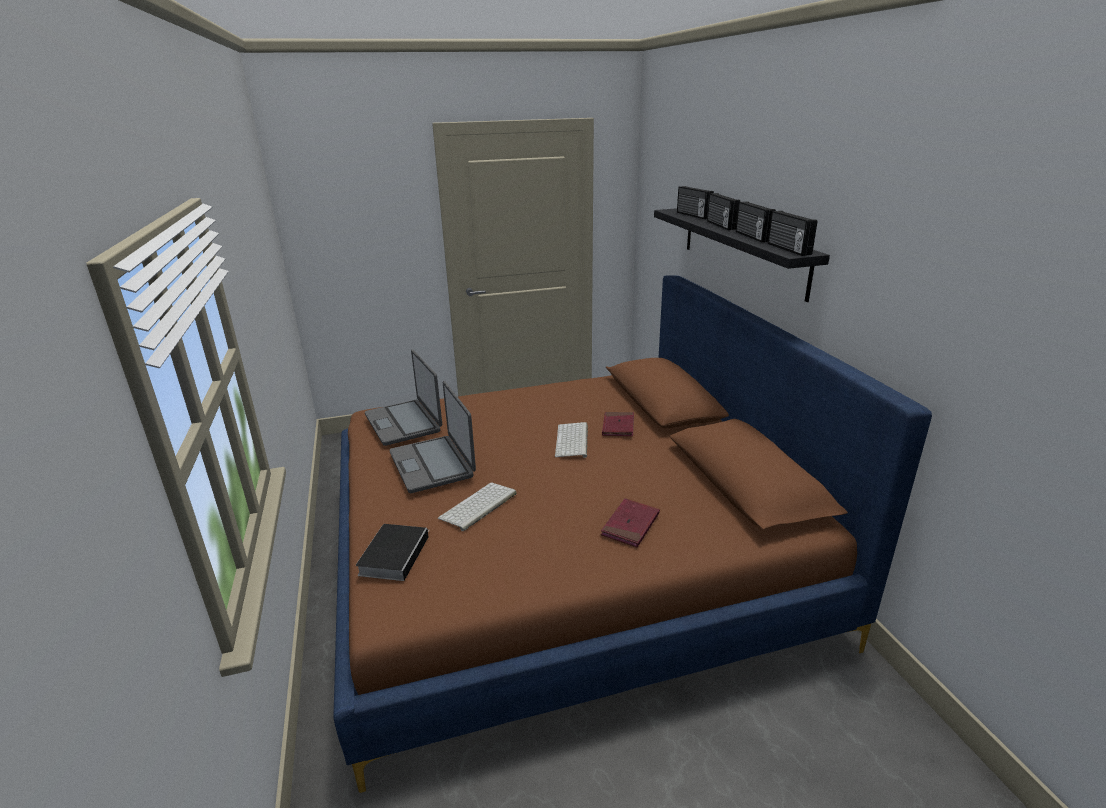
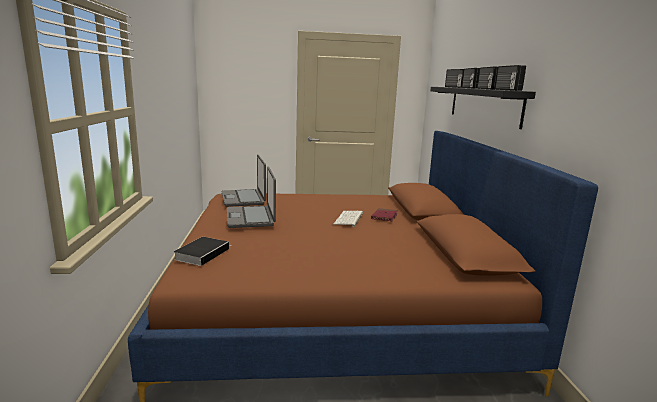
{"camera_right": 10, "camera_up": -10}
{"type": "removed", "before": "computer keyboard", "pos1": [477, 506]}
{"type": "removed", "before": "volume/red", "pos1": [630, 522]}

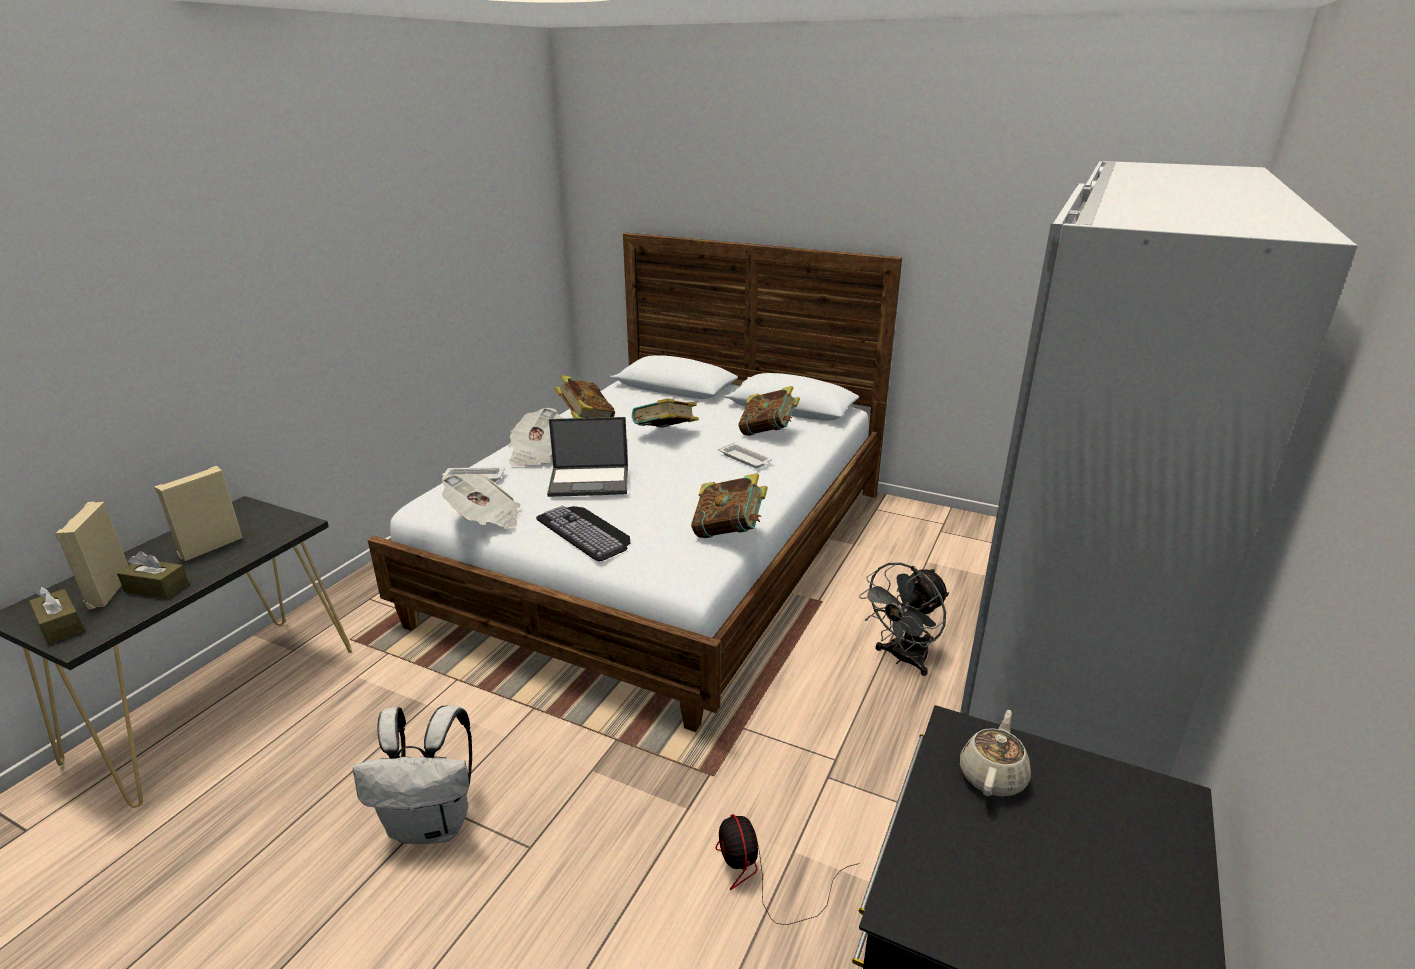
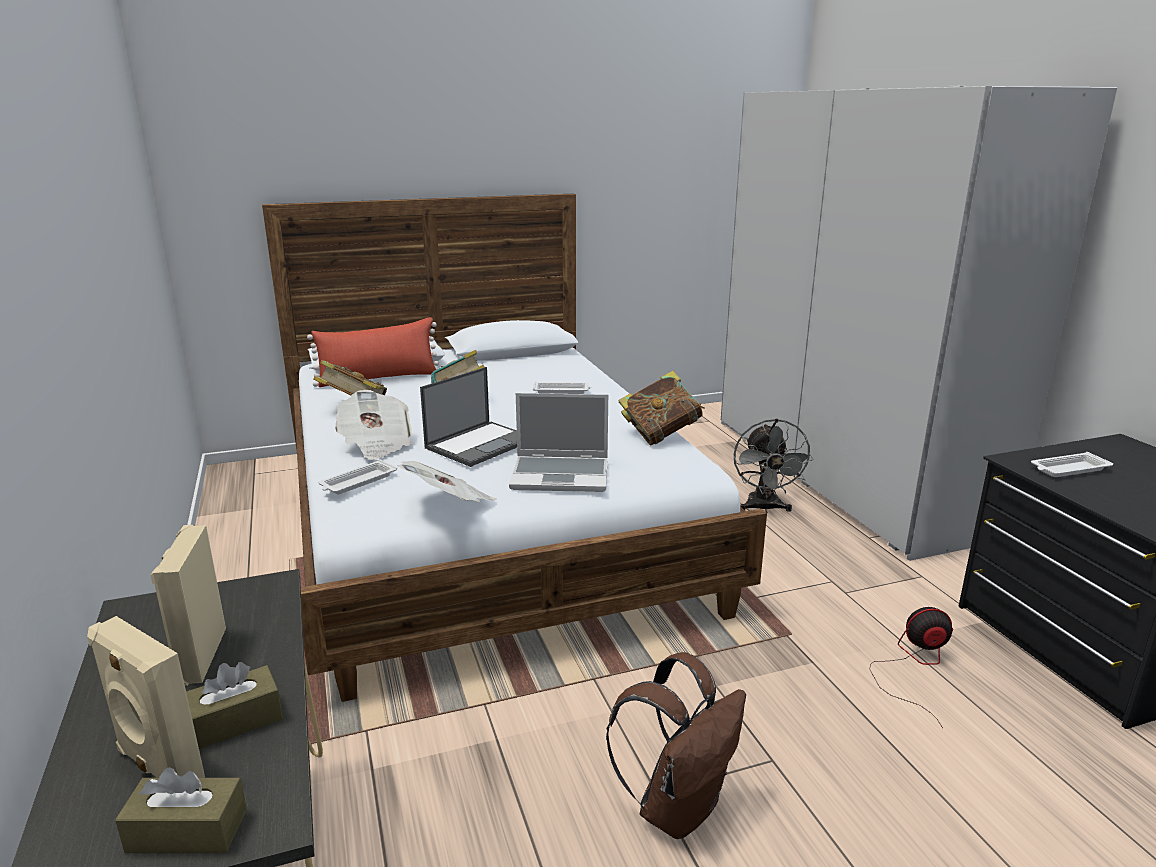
{"camera_right": -45, "camera_up": -5}
{"type": "added", "after": "pillow/red", "pos2": [373, 352]}
{"type": "replaced", "before": "computer keyboard", "after": "laptop", "pos1": [583, 533], "pos2": [558, 442]}
{"type": "recoloured", "before": "backpack/whitish", "after": "backpack/brown-coloured", "pos1": [412, 774], "pos2": [676, 745]}
{"type": "turned", "before": "electric fan", "pos1": [787, 869], "pos2": [911, 667], "turn": 150}
{"type": "replaced", "before": "tea pot/sand-coloured", "after": "carrying tray/whitish", "pos1": [995, 753], "pos2": [1072, 464]}
{"type": "removed", "before": "volume", "pos1": [769, 411]}

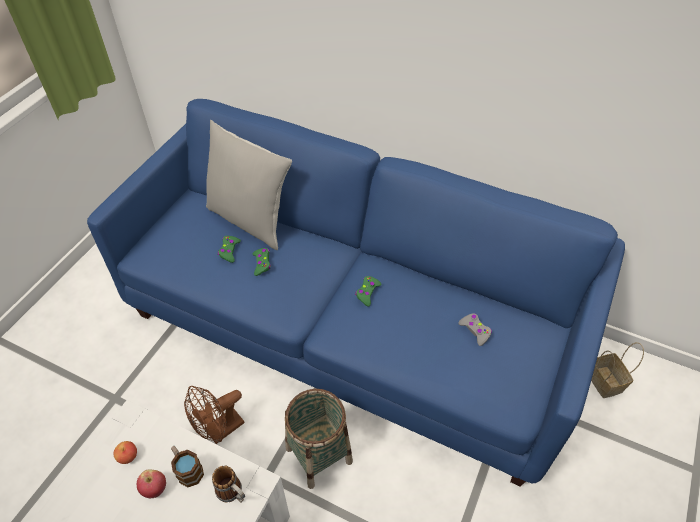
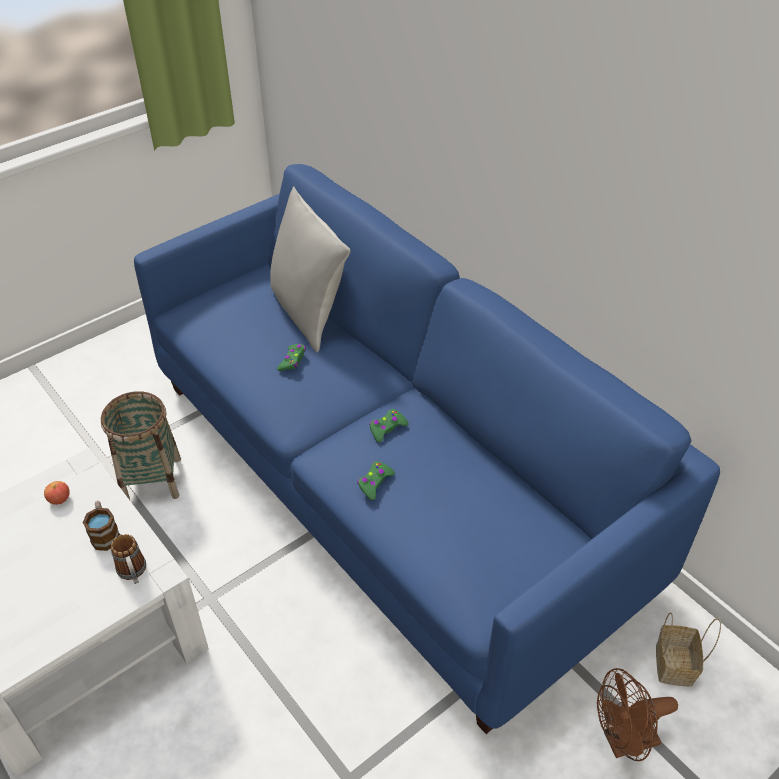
{"camera_right": 25, "camera_up": -5}
{"type": "moved", "before": "household basket", "pos1": [319, 439], "pos2": [141, 445]}
{"type": "moved", "before": "joypad/green-coloured", "pos1": [229, 249], "pos2": [376, 480]}
{"type": "moved", "before": "electric fan/brown-coloured", "pos1": [214, 415], "pos2": [637, 714]}
{"type": "removed", "before": "apple", "pos1": [151, 483]}
{"type": "removed", "before": "joypad/grey", "pos1": [475, 329]}

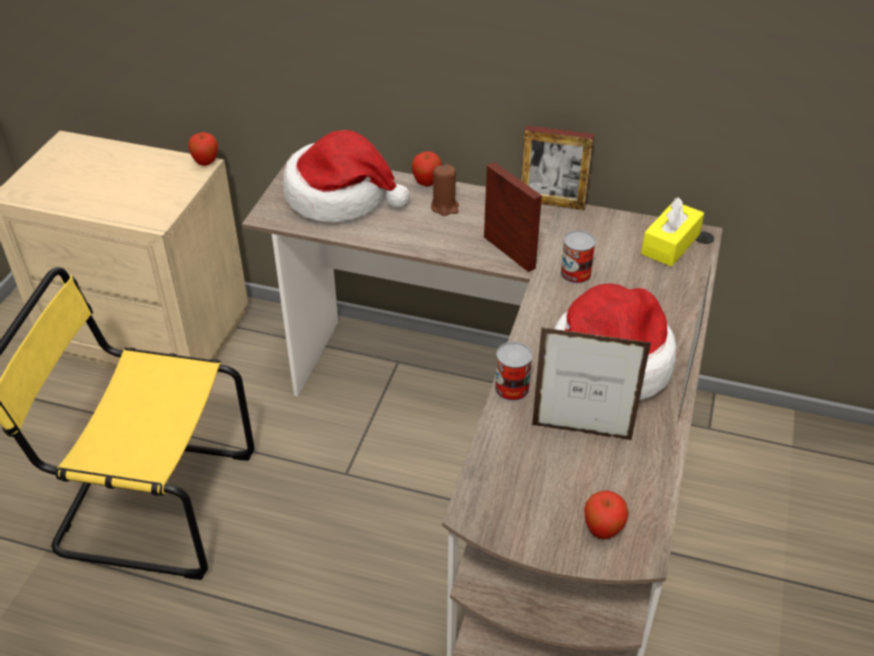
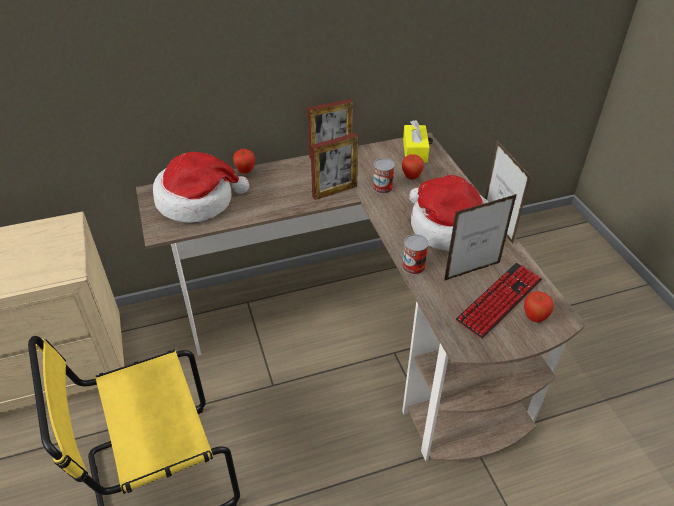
{"camera_right": -35, "camera_up": 0}
{"type": "turned", "before": "standing frame", "pos1": [513, 217], "pos2": [334, 166], "turn": 135}
{"type": "moved", "before": "apple", "pos1": [203, 149], "pos2": [413, 167]}
{"type": "added", "after": "computer keyboard", "pos2": [499, 301]}
{"type": "removed", "before": "wax candle/brown-coloured", "pos1": [445, 190]}

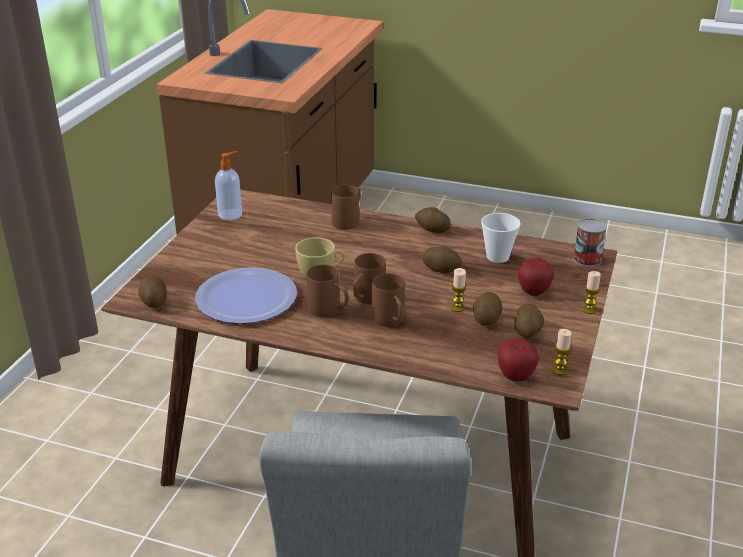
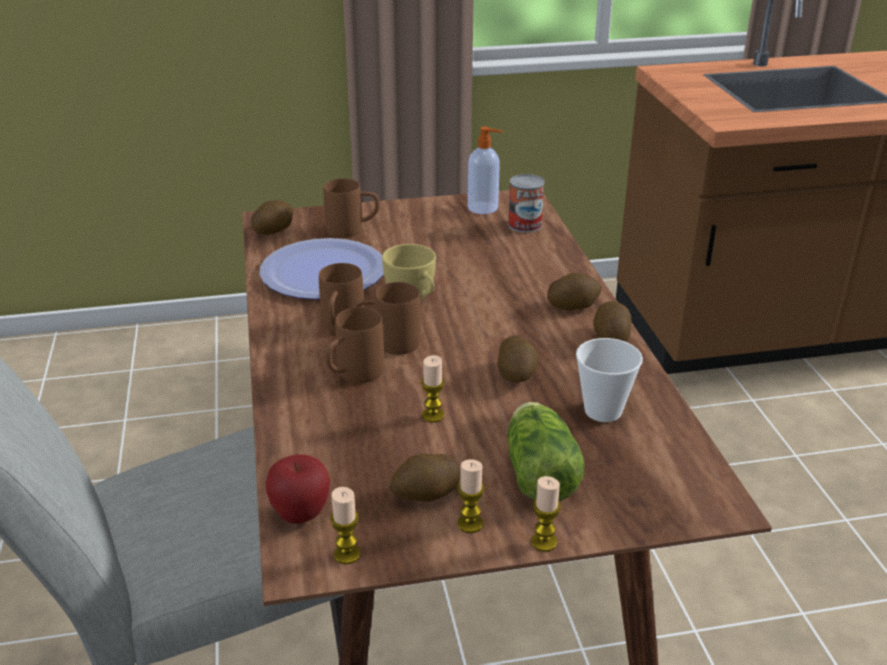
{"camera_right": 60, "camera_up": 0}
{"type": "moved", "before": "tea mug/brown-coloured", "pos1": [346, 207], "pos2": [351, 208]}
{"type": "added", "after": "wax candle", "pos2": [471, 496]}
{"type": "moved", "before": "can", "pos1": [590, 242], "pos2": [526, 203]}
{"type": "replaced", "before": "apple", "after": "lettuce head", "pos1": [536, 276], "pos2": [546, 452]}
{"type": "moved", "before": "whole potato", "pos1": [487, 309], "pos2": [574, 291]}

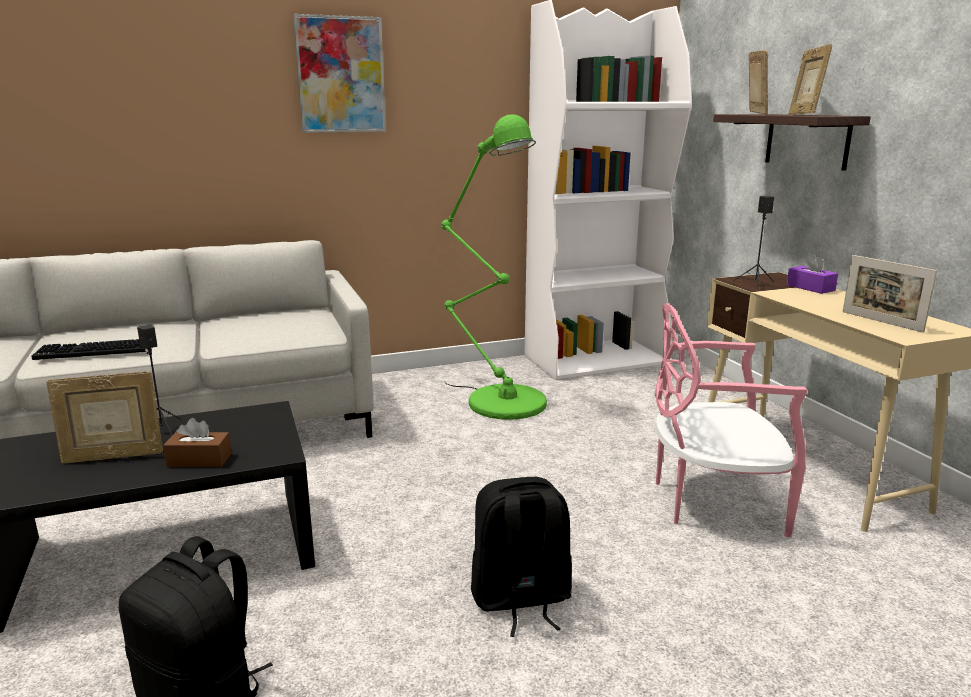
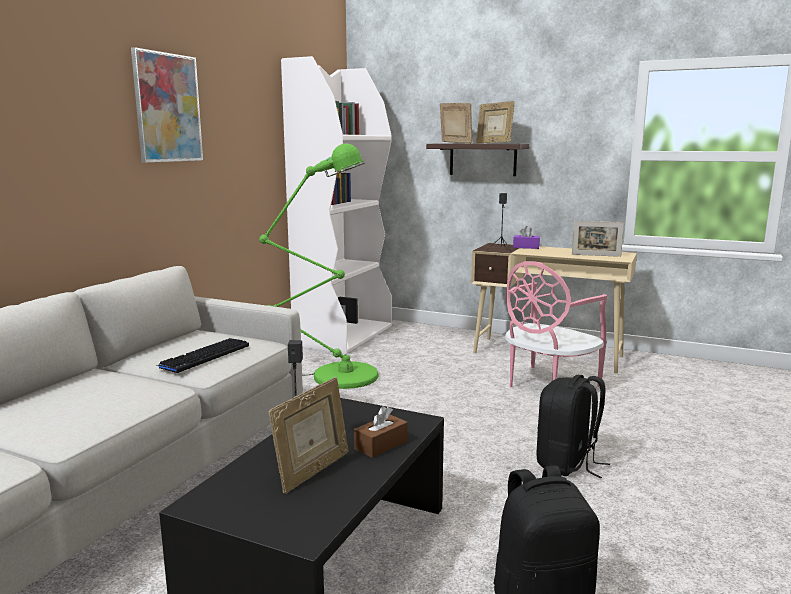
{"camera_right": -45, "camera_up": -5}
{"type": "moved", "before": "computer keyboard", "pos1": [88, 349], "pos2": [202, 355]}

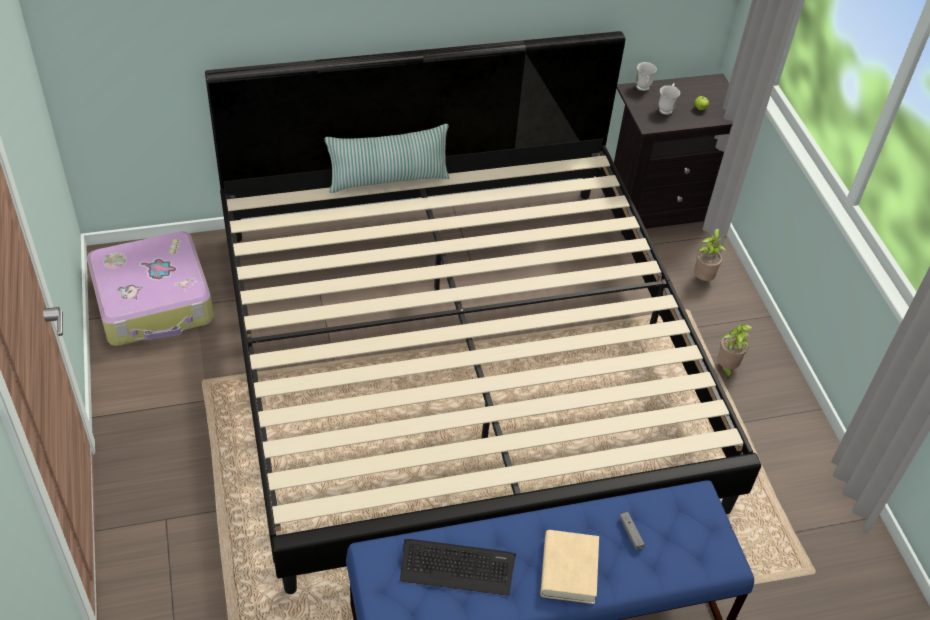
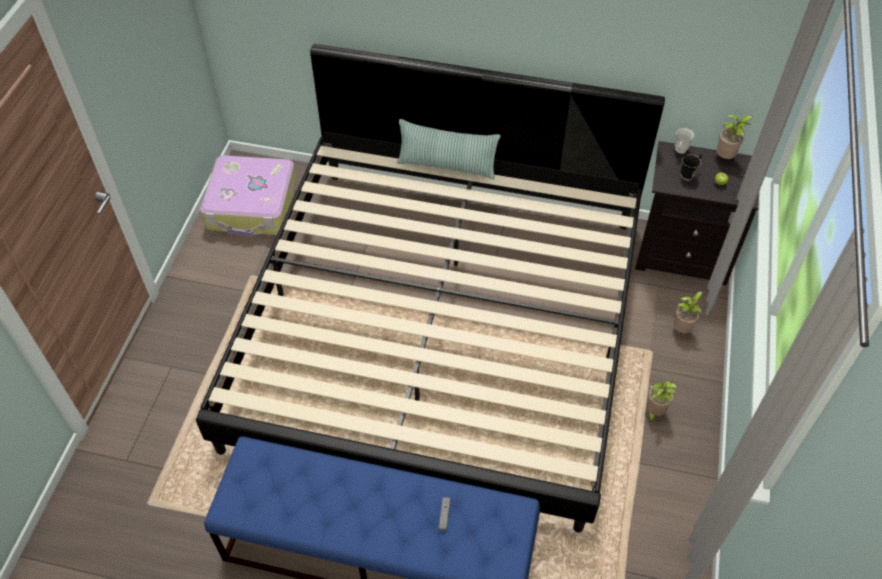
{"camera_right": 30, "camera_up": 5}
{"type": "recoloured", "before": "tea mug/whitish", "after": "tea mug/black", "pos1": [669, 99], "pos2": [691, 167]}
{"type": "added", "after": "houseplant", "pos2": [734, 137]}
{"type": "removed", "before": "computer keyboard", "pos1": [458, 567]}
{"type": "removed", "before": "volume/sand-coloured", "pos1": [569, 567]}

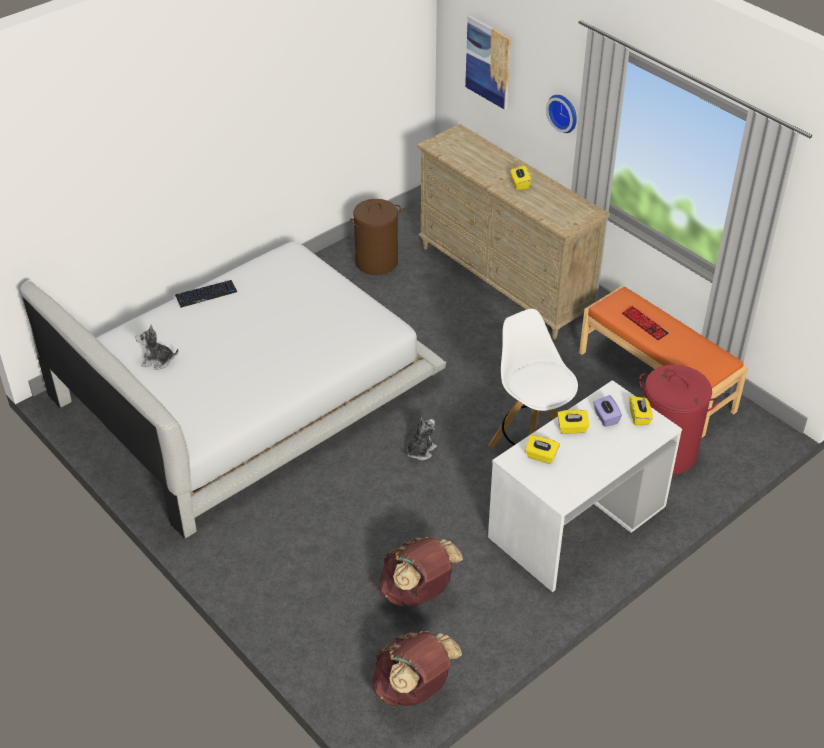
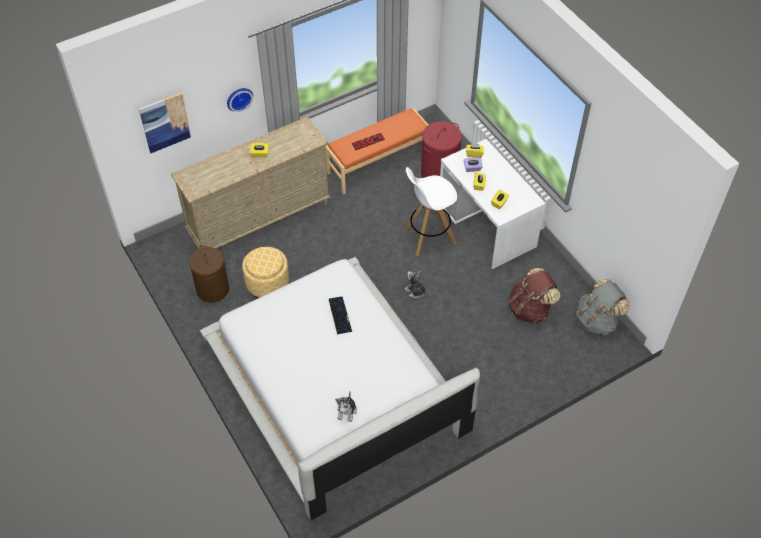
{"camera_right": -80, "camera_up": 10}
{"type": "added", "after": "pouffe", "pos2": [265, 272]}
{"type": "moved", "before": "computer keyboard", "pos1": [206, 294], "pos2": [340, 316]}
{"type": "recoloured", "before": "backpack/brown-coloured", "after": "backpack/grey", "pos1": [417, 668], "pos2": [603, 307]}

